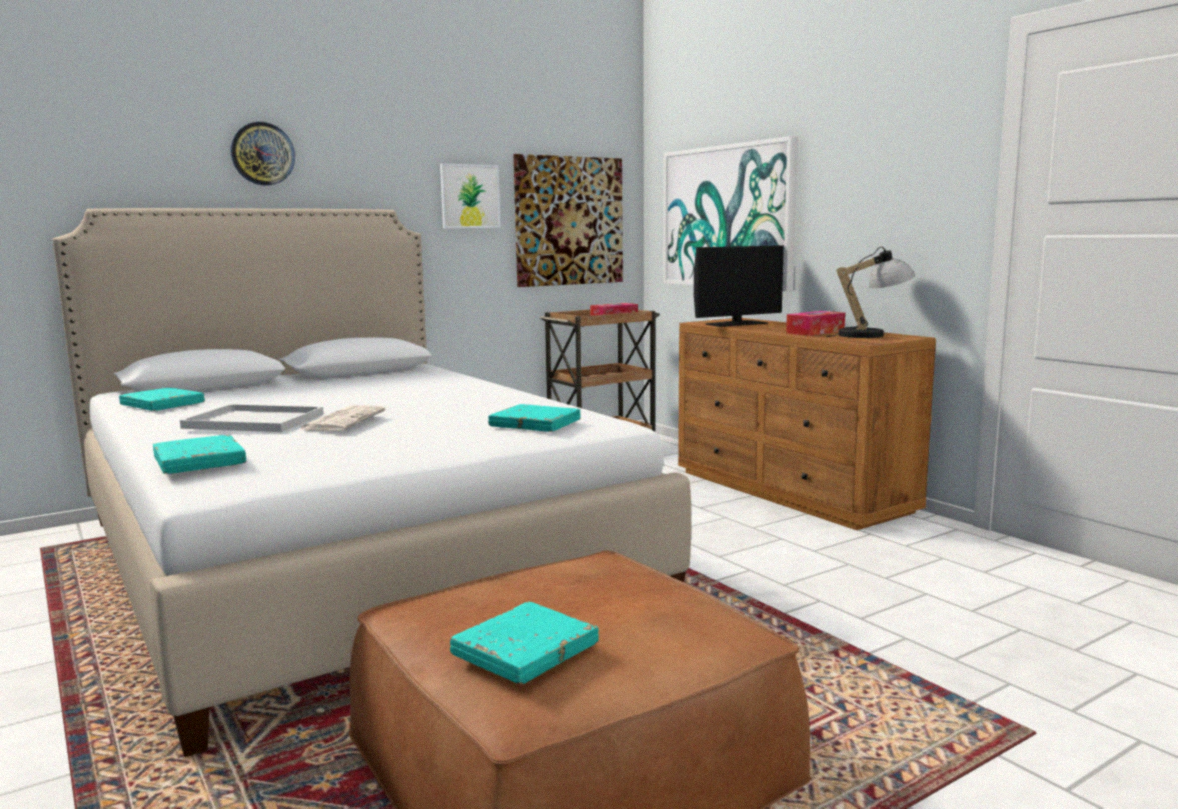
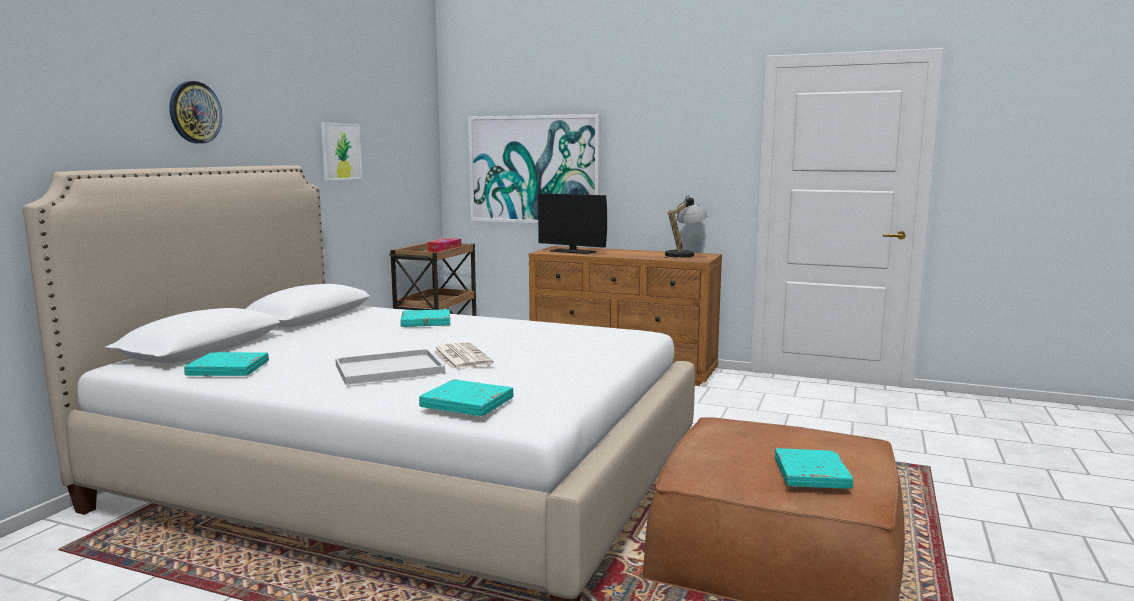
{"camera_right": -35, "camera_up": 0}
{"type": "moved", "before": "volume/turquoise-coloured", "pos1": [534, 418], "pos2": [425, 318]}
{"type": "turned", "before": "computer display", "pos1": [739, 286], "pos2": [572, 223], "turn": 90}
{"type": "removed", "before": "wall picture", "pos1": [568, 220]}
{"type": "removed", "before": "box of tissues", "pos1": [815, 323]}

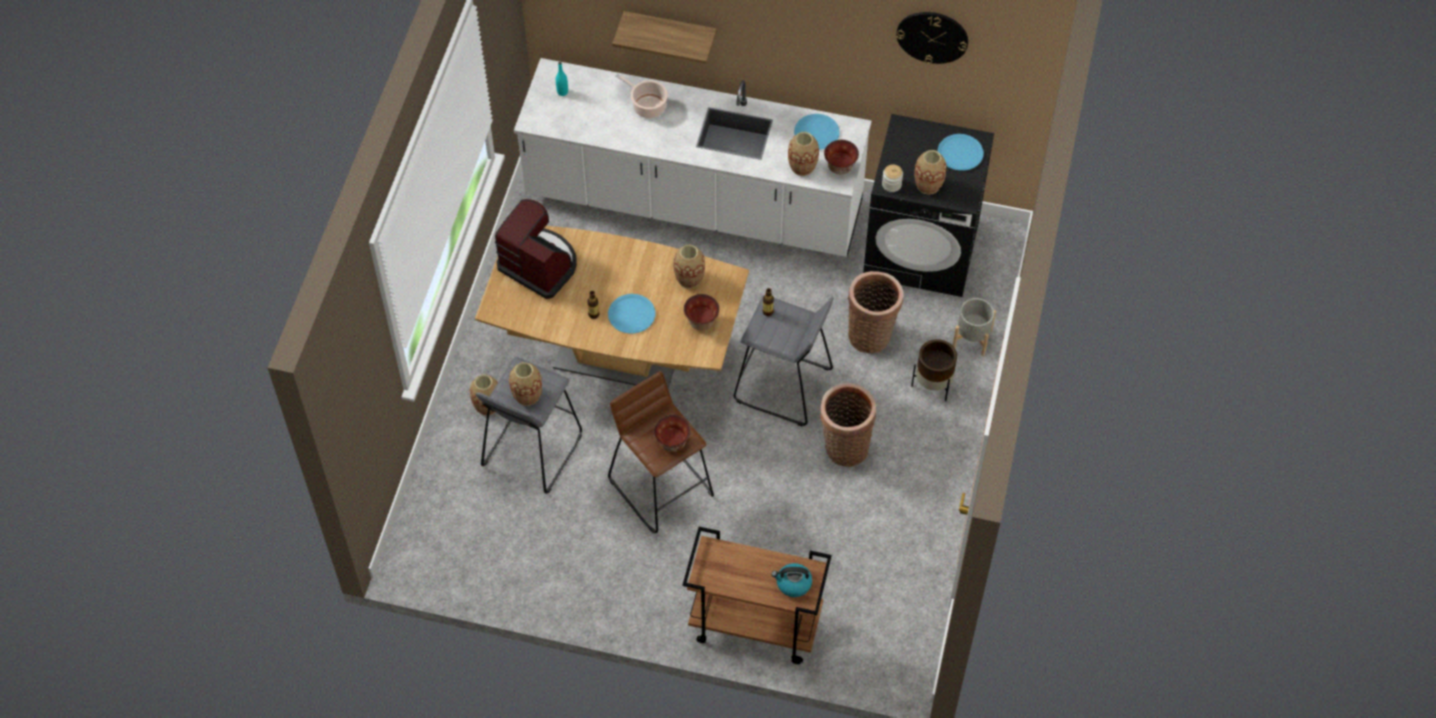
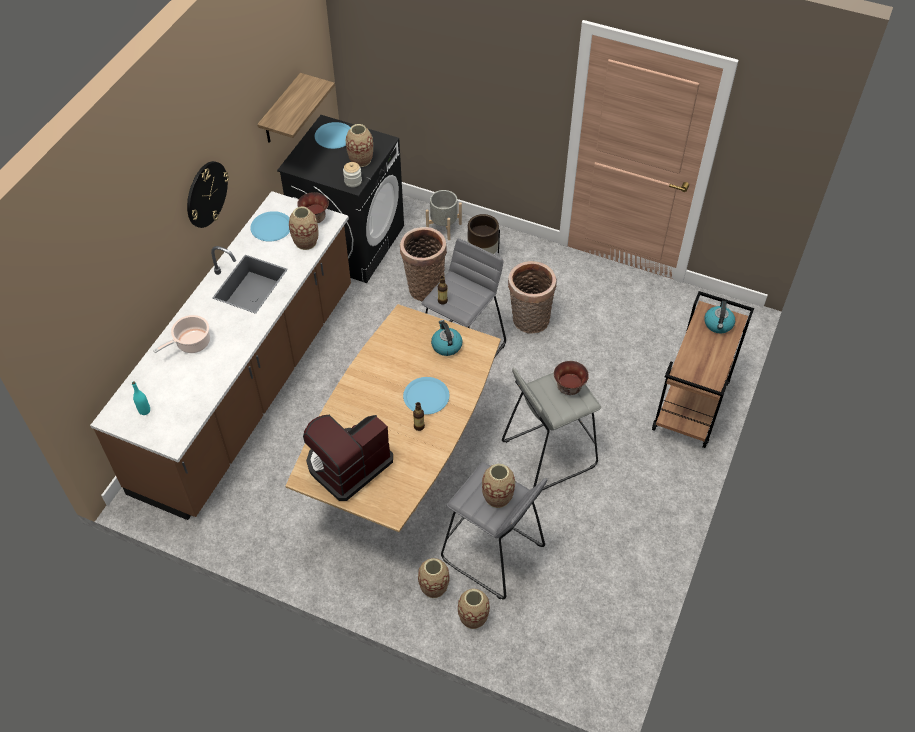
{"camera_right": -80, "camera_up": -5}
{"type": "recoloured", "before": "kitchen base unit/whitish", "after": "kitchen base unit/brown-coloured", "pos1": [692, 157], "pos2": [220, 355]}
{"type": "moved", "before": "clock on the wall", "pos1": [932, 38], "pos2": [208, 194]}
{"type": "moved", "before": "shelf", "pos1": [664, 37], "pos2": [296, 108]}
{"type": "replaced", "before": "bowl", "after": "water kettle", "pos1": [701, 312], "pos2": [447, 338]}
{"type": "moved", "before": "flower vase", "pos1": [689, 266], "pos2": [474, 609]}
{"type": "recoloured", "before": "stool/brown-coloured", "after": "stool/grey", "pos1": [661, 452], "pos2": [551, 429]}

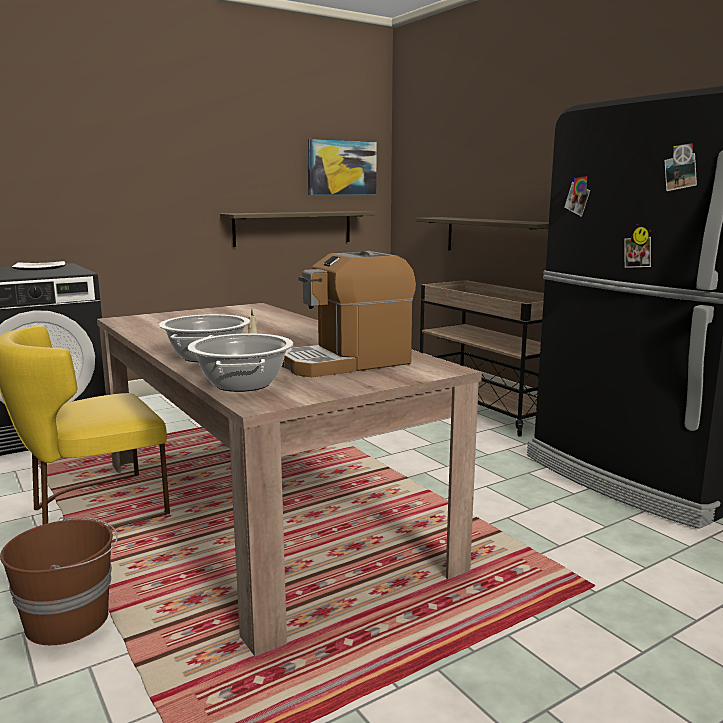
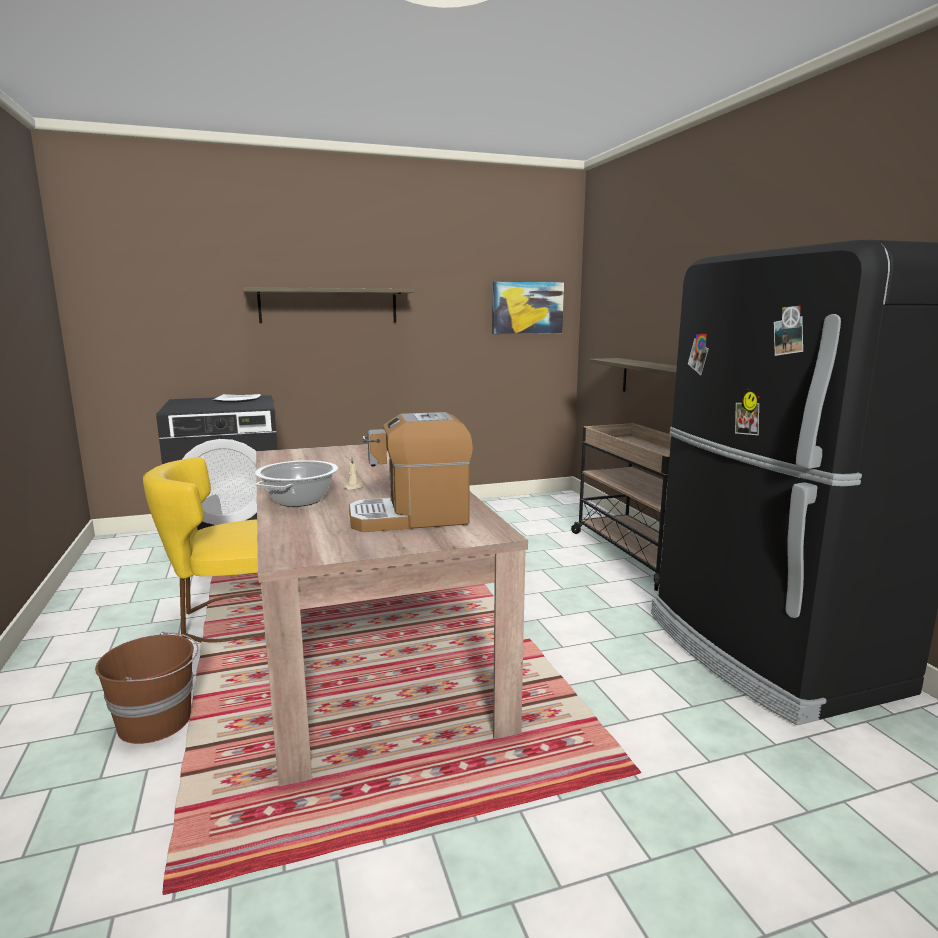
{"camera_right": 15, "camera_up": 0}
{"type": "moved", "before": "shelf", "pos1": [298, 229], "pos2": [329, 305]}
{"type": "removed", "before": "stockpot", "pos1": [240, 362]}

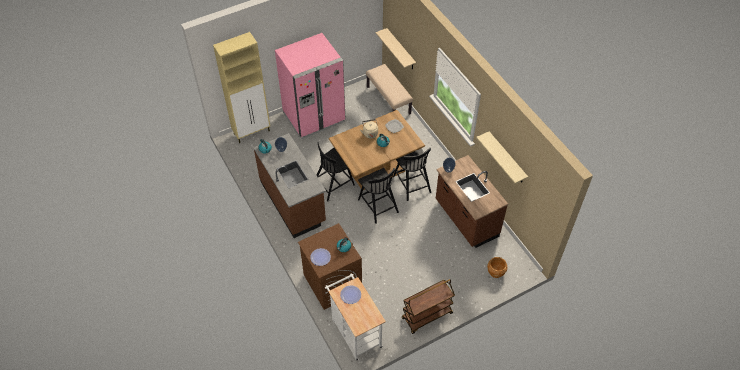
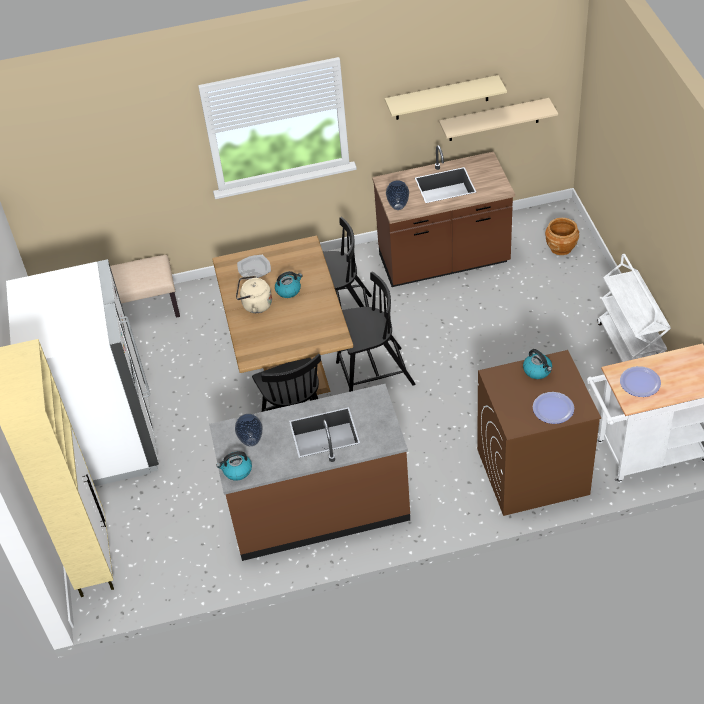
{"camera_right": -70, "camera_up": -5}
{"type": "recoloured", "before": "fridge/pinkish", "after": "fridge/whitish", "pos1": [310, 86], "pos2": [82, 372]}
{"type": "moved", "before": "shelf/sand-coloured", "pos1": [396, 49], "pos2": [498, 119]}
{"type": "recoloured", "before": "trolley/brown-coloured", "after": "trolley/whitish", "pos1": [428, 306], "pos2": [634, 308]}

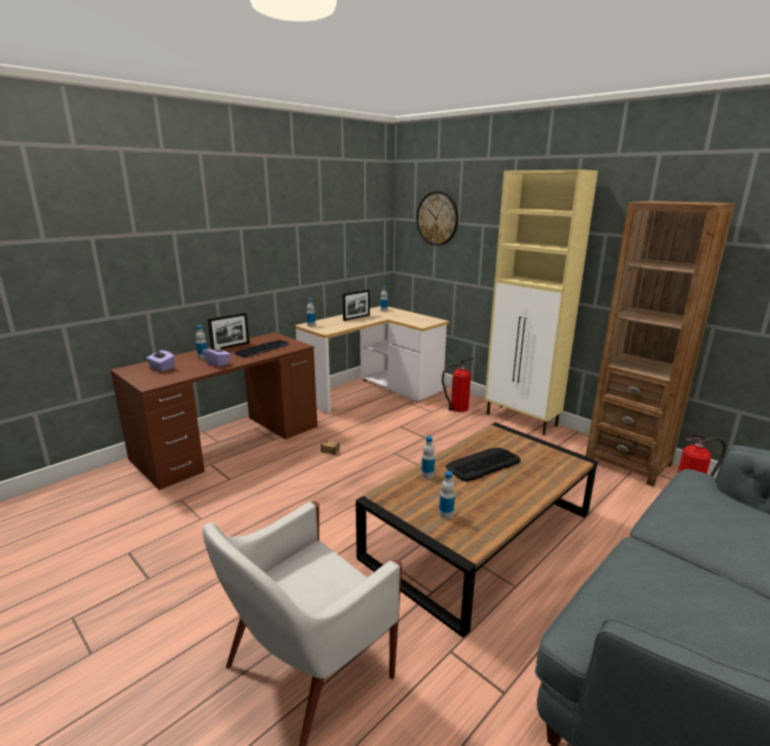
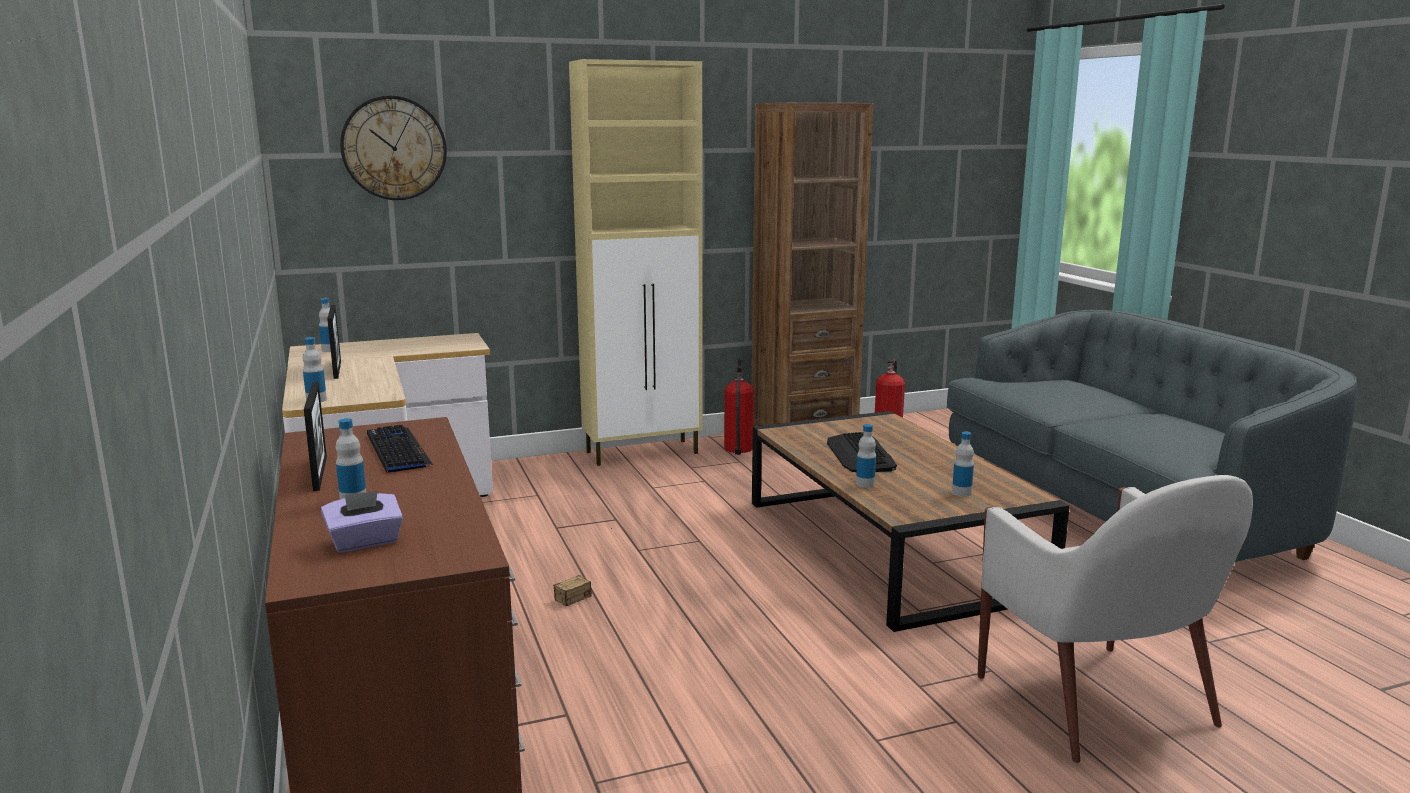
{"camera_right": -65, "camera_up": -5}
{"type": "moved", "before": "fire extinguisher", "pos1": [458, 384], "pos2": [739, 407]}
{"type": "removed", "before": "box of tissues/purple", "pos1": [216, 355]}

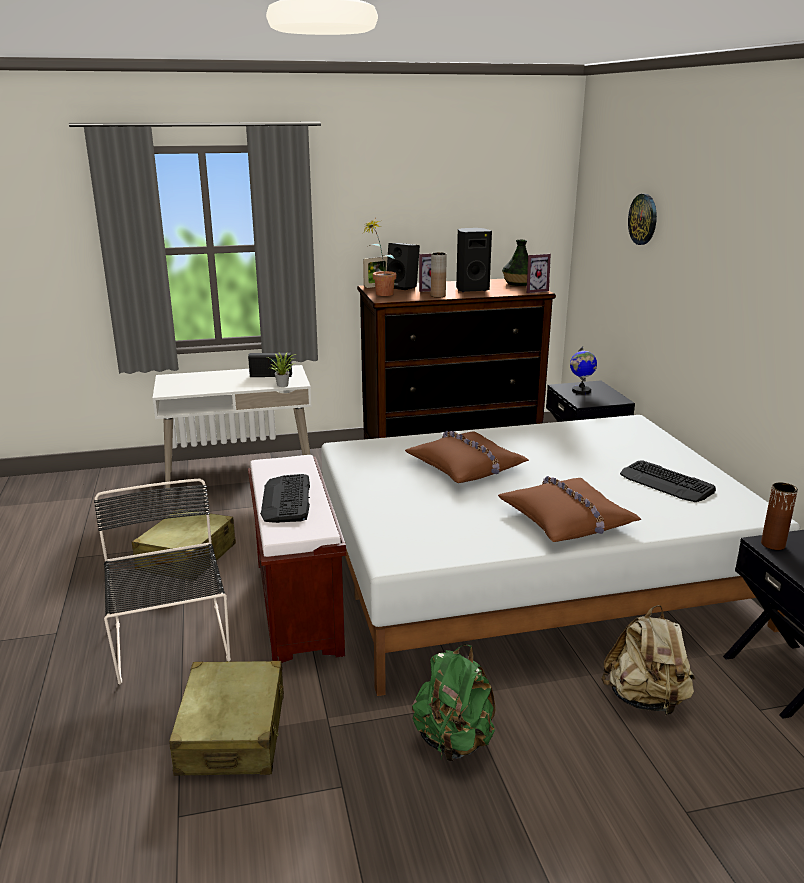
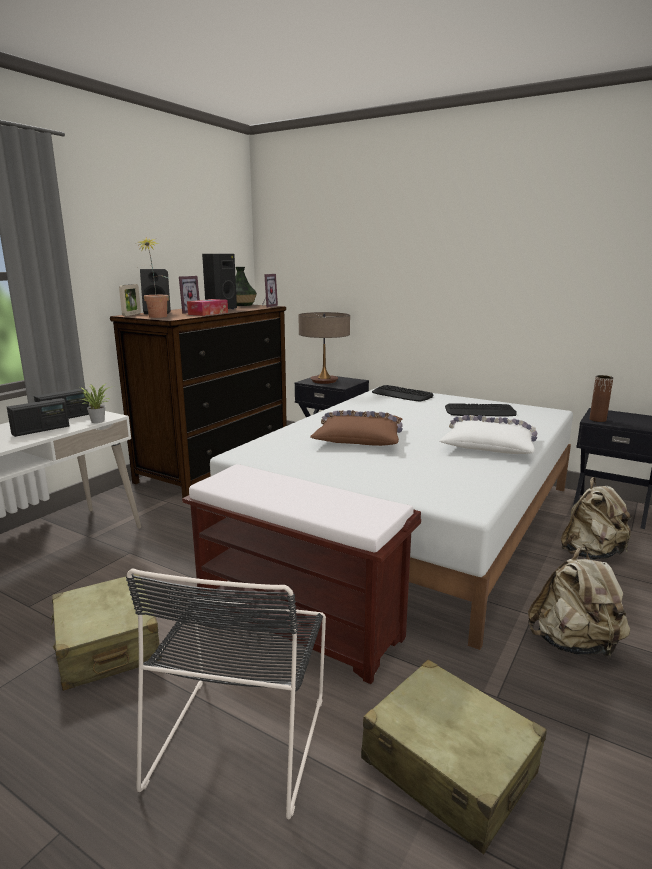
{"camera_right": -45, "camera_up": -5}
{"type": "added", "after": "radio receiver", "pos2": [38, 417]}
{"type": "turned", "before": "upright chair/black", "pos1": [162, 581], "pos2": [226, 694], "turn": -105}
{"type": "replaced", "before": "flower vase/brown-coloured", "after": "box of tissues", "pos1": [439, 274], "pos2": [207, 307]}
{"type": "replaced", "before": "globe", "after": "table lamp", "pos1": [583, 370], "pos2": [324, 348]}
{"type": "moved", "before": "computer keyboard", "pos1": [285, 498], "pos2": [402, 393]}
{"type": "recoloured", "before": "pillow/brown-coloured", "after": "pillow/whitish", "pos1": [569, 509], "pos2": [488, 434]}
{"type": "recoloured", "before": "backpack/green-coloured", "after": "backpack/sand-coloured", "pos1": [453, 703], "pos2": [579, 602]}
{"type": "removed", "before": "clock on the wall", "pos1": [642, 219]}

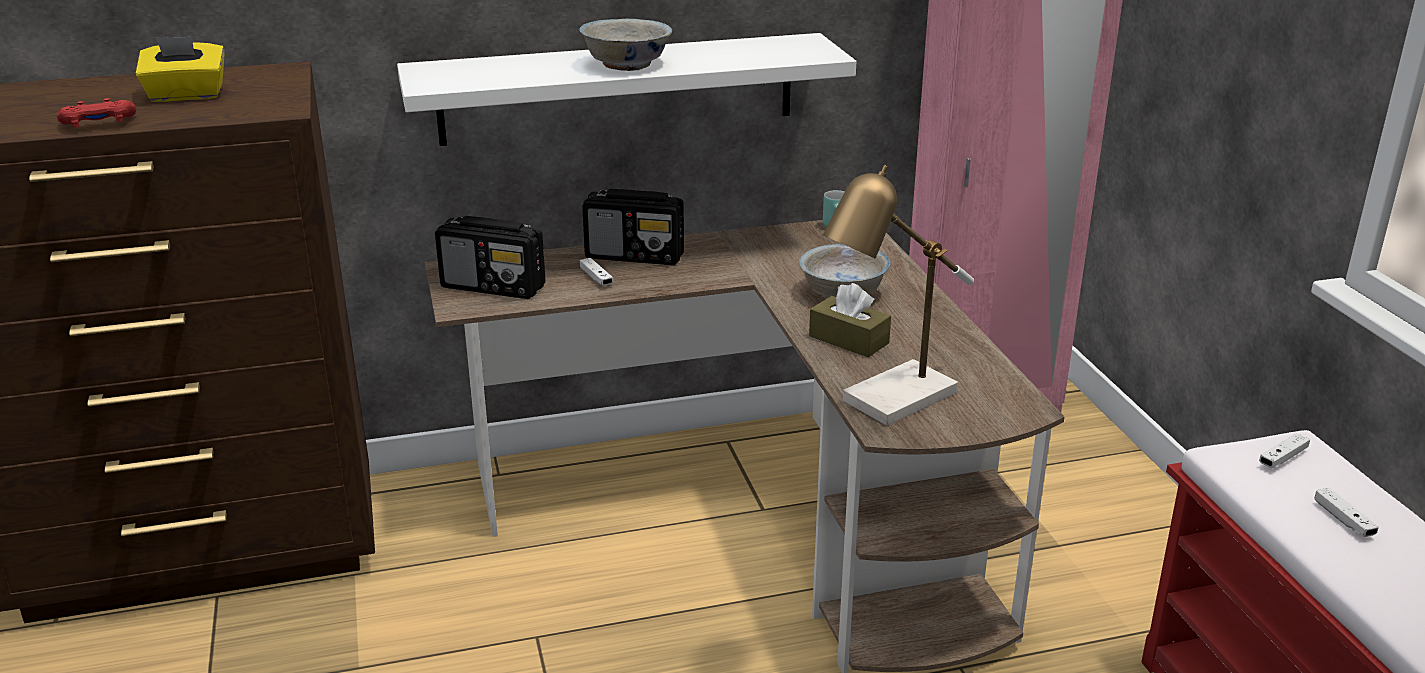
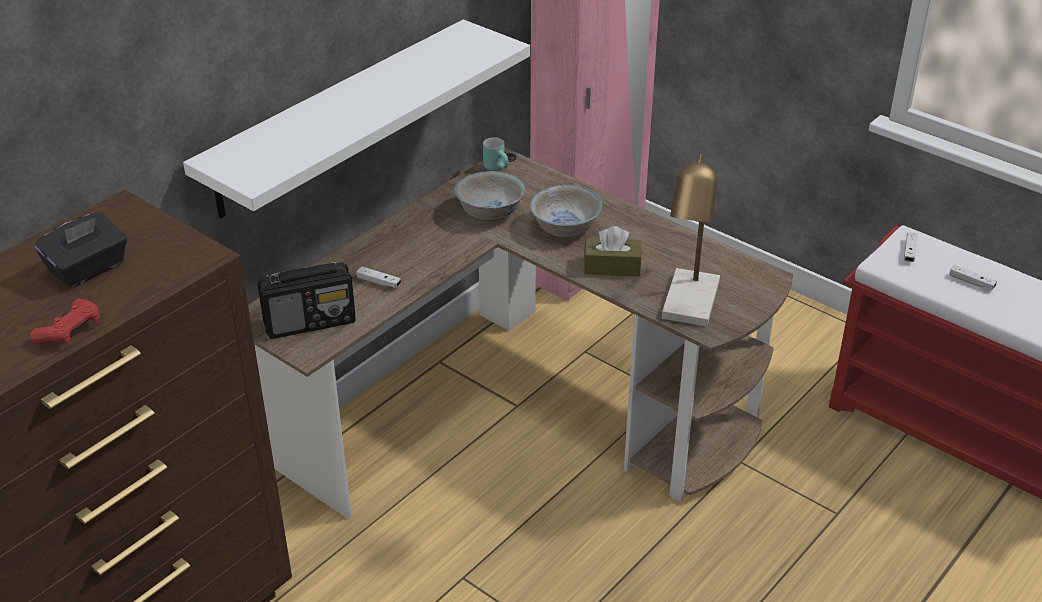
{"camera_right": -35, "camera_up": 10}
{"type": "recoloured", "before": "box of tissues/yellow", "after": "box of tissues/black", "pos1": [180, 69], "pos2": [80, 250]}
{"type": "moved", "before": "bowl/whitish", "pos1": [625, 44], "pos2": [489, 196]}
{"type": "removed", "before": "radio receiver", "pos1": [633, 227]}

